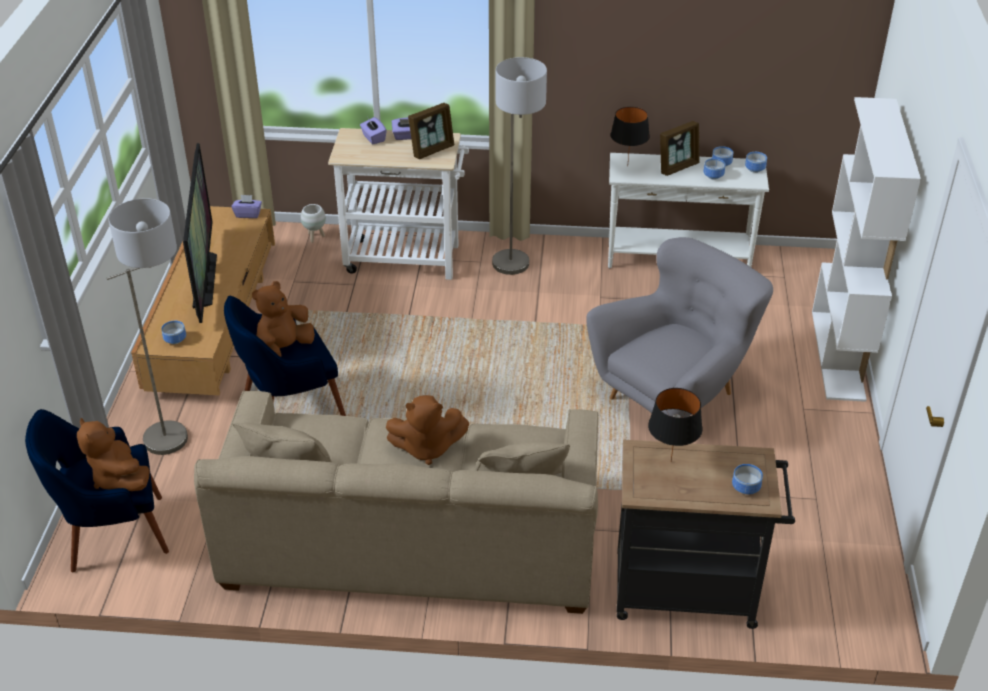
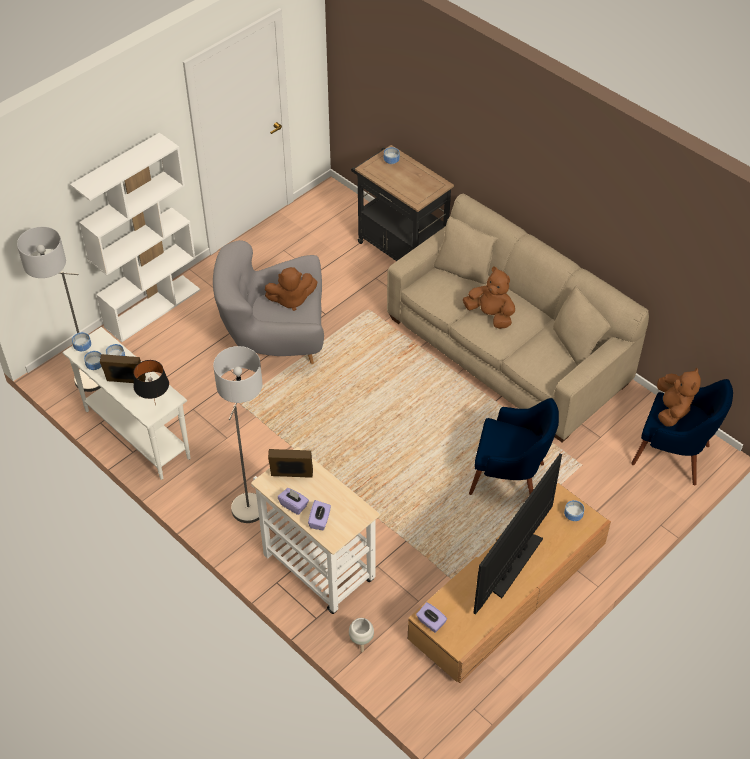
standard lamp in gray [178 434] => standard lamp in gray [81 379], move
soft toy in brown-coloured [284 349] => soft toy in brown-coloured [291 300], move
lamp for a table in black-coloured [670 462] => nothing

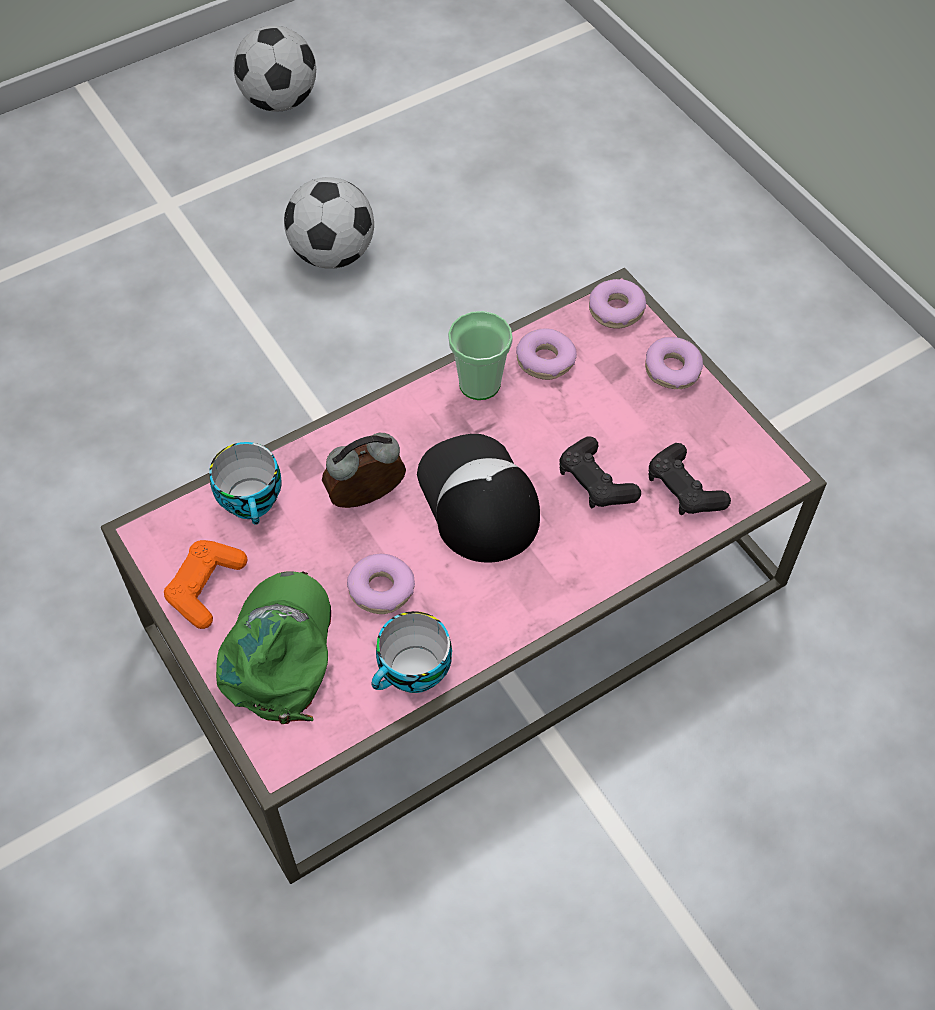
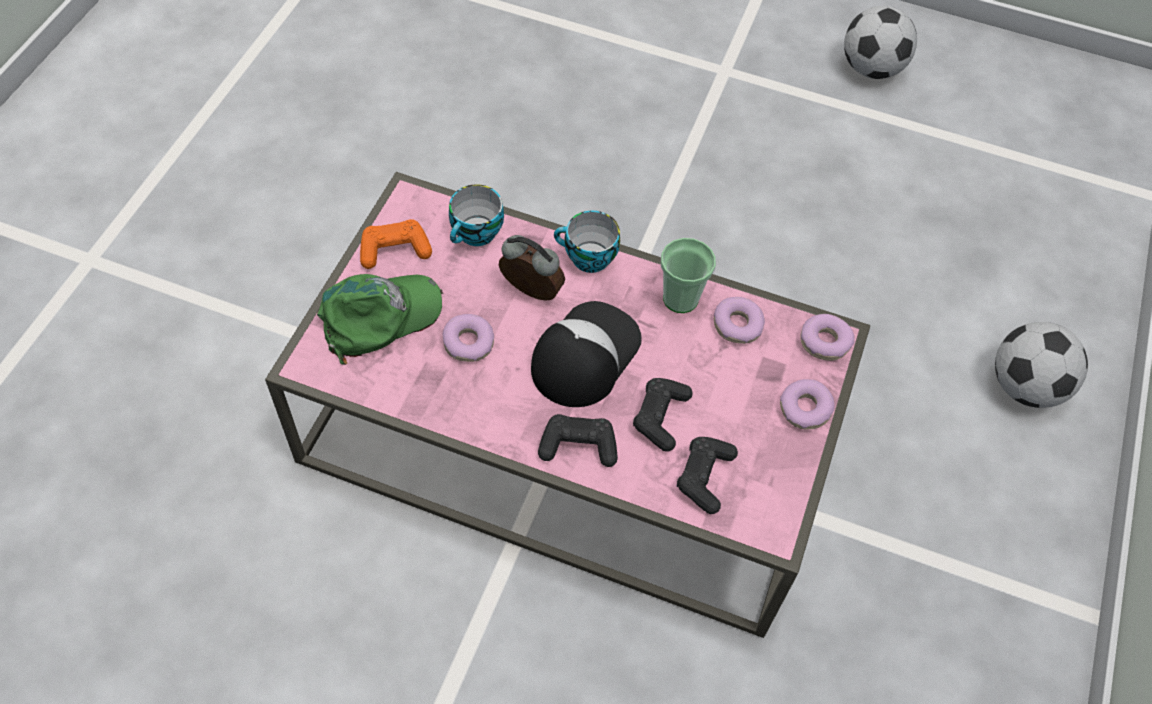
ball for football [333 254] => ball for football [1024 387], move
small cup [413 674] => small cup [587 258], move
nothing => joypad in black-coloured [578 446]

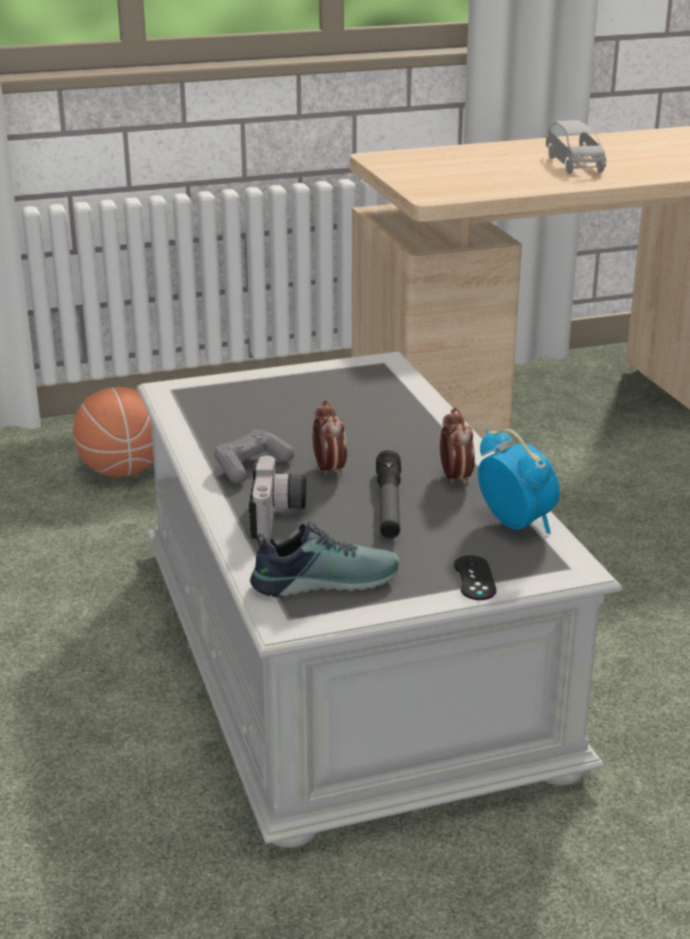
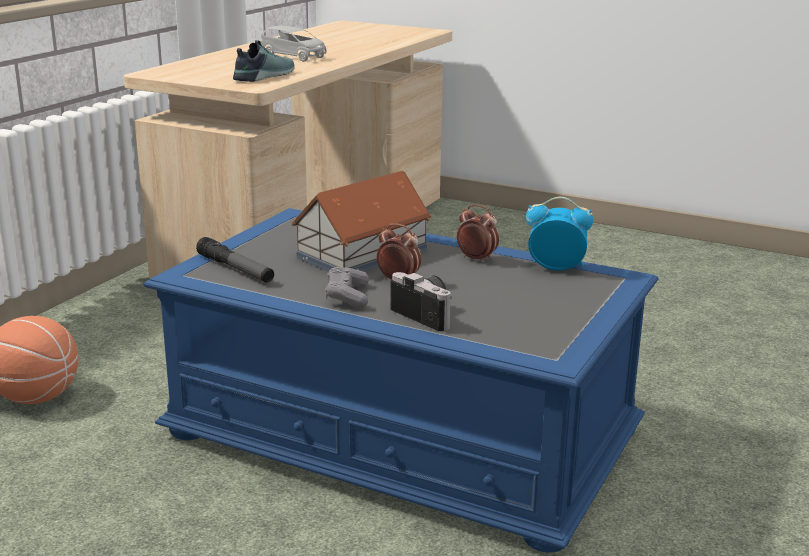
low table in white-coloured [343 649] => low table in bluish [400 431]
low shoe [324 579] => low shoe [262 76], move
torch [389 505] => torch [235 269], move
joypad in black-coloured [474 578] => nothing
nothing => toy house [364 253]

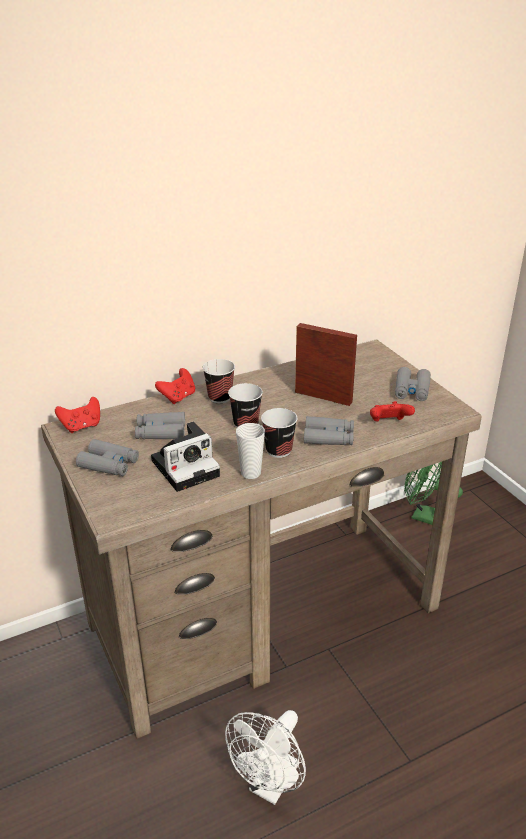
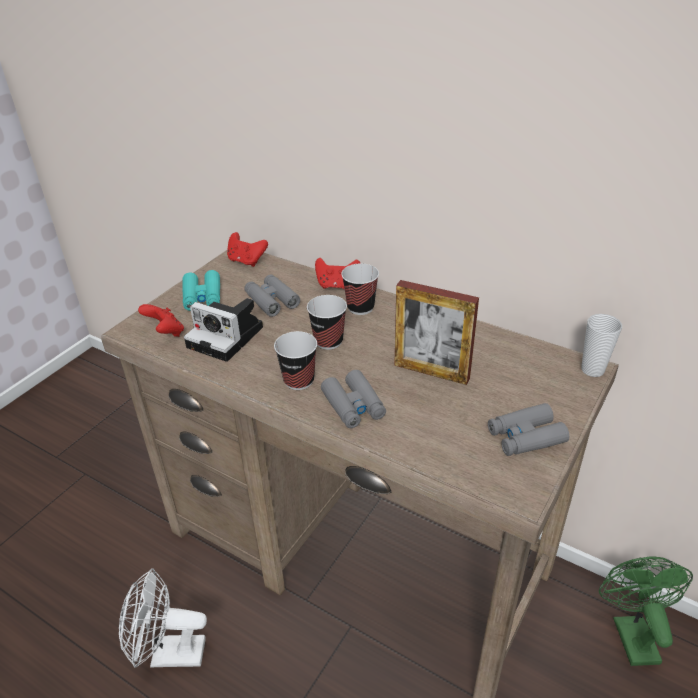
field glasses in gray [109 464] => field glasses in blue-green [202 297]
small cup [251 473] => small cup [592 370], move
picture frame [323 397] => picture frame [431 372], 120 degrees clockwise
joypad in red-coloured [389 423] => joypad in red-coloured [165 333], move

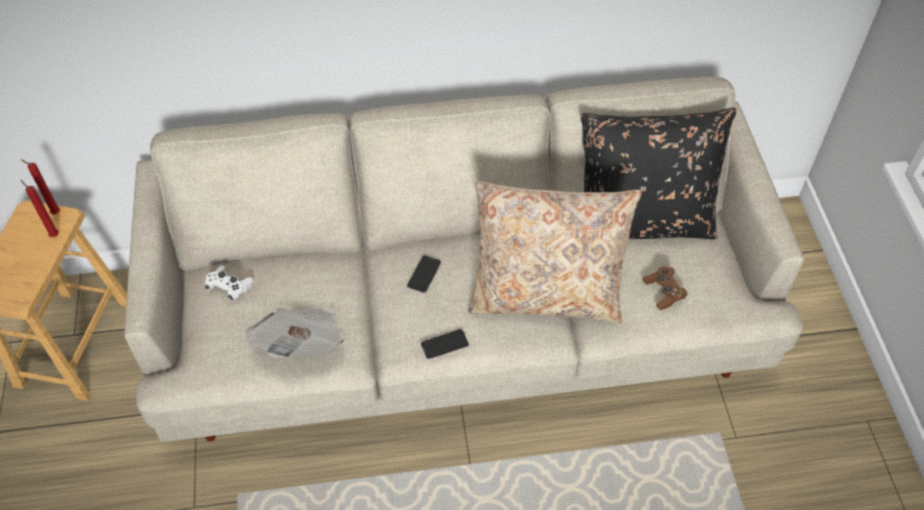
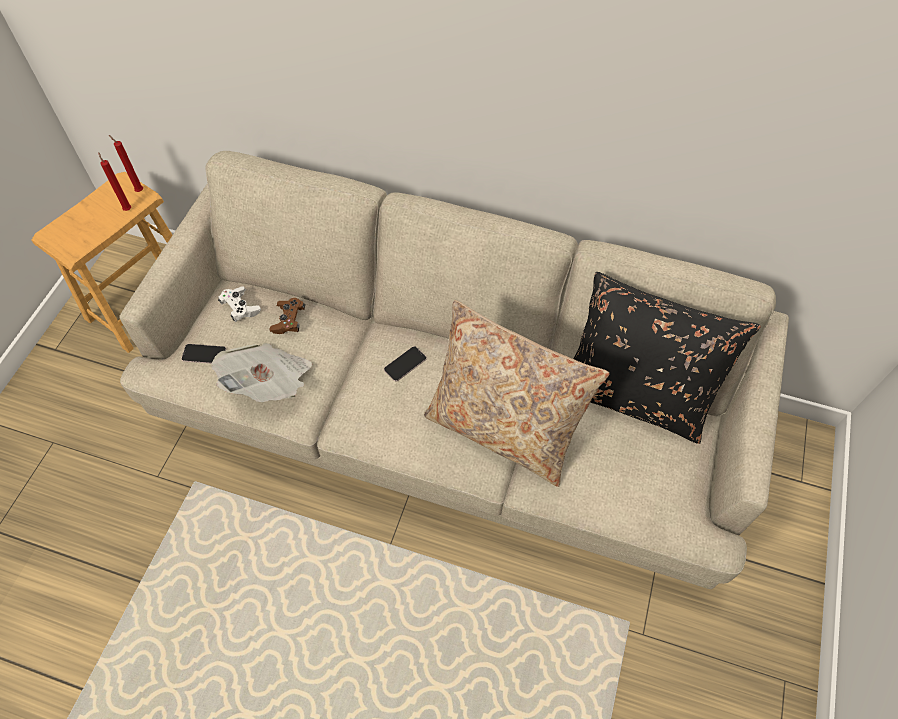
handset [444 345] => handset [204 354], move
joypad in brown-coloured [663 292] => joypad in brown-coloured [289 320], move

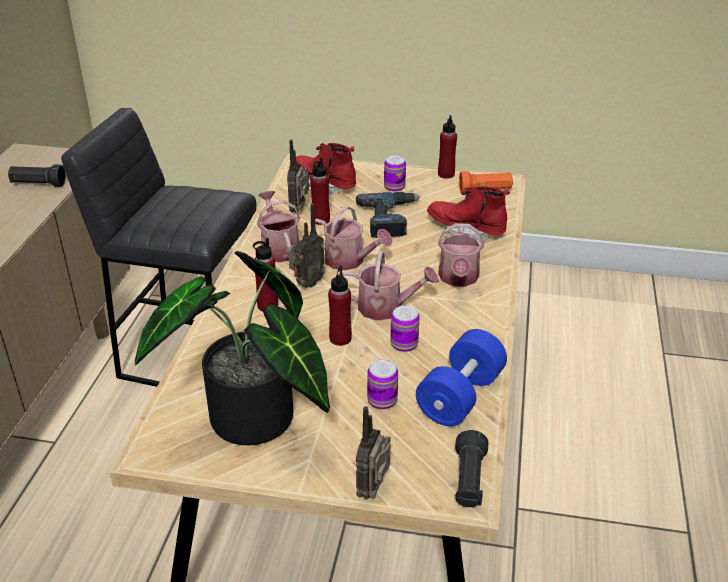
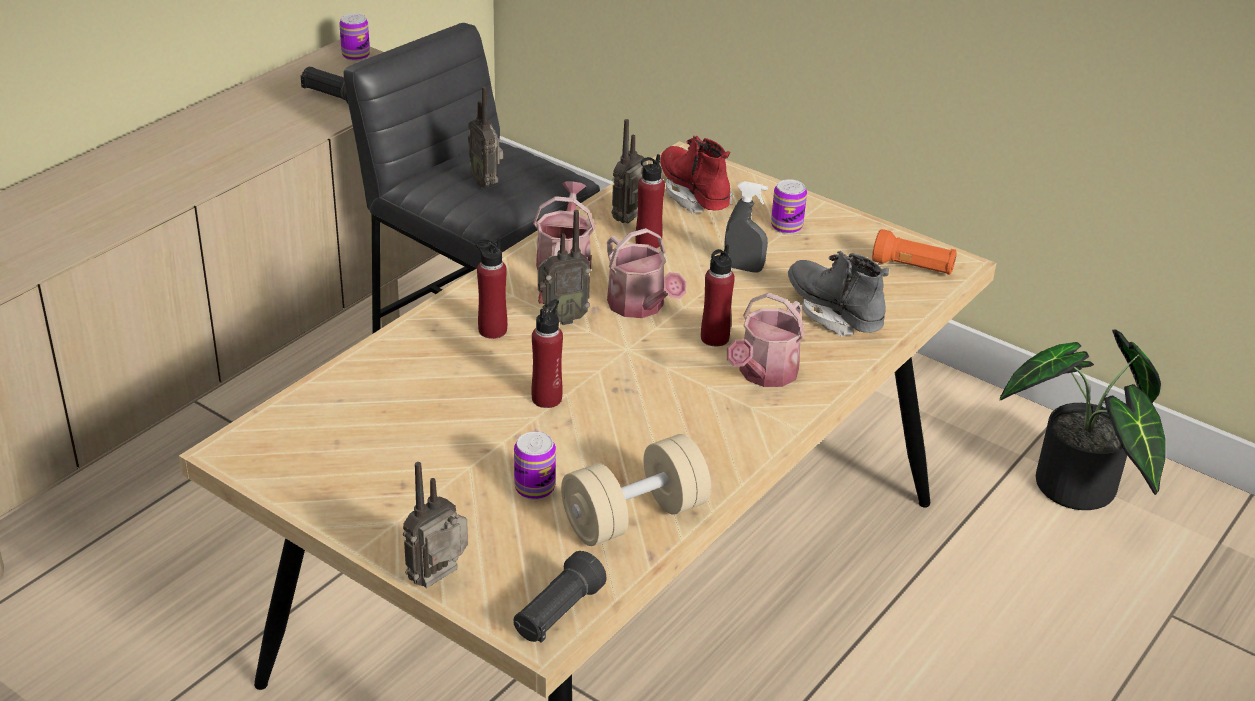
houseplant [253 425] => houseplant [1075 493], move
sprinkling can [386 308] => nothing
electric drill [391 219] => sprayer in gray [743 268]
can [404 344] => can [356 55], move
hand weight in bluish [460 396] => hand weight in beige [634 517]
high-top boot in red-coloured [466 230] => high-top boot in gray [834 314]
bottle in red-coloured [446 174] => bottle in red-coloured [714 338], move
nothing => radio receiver [486 183]

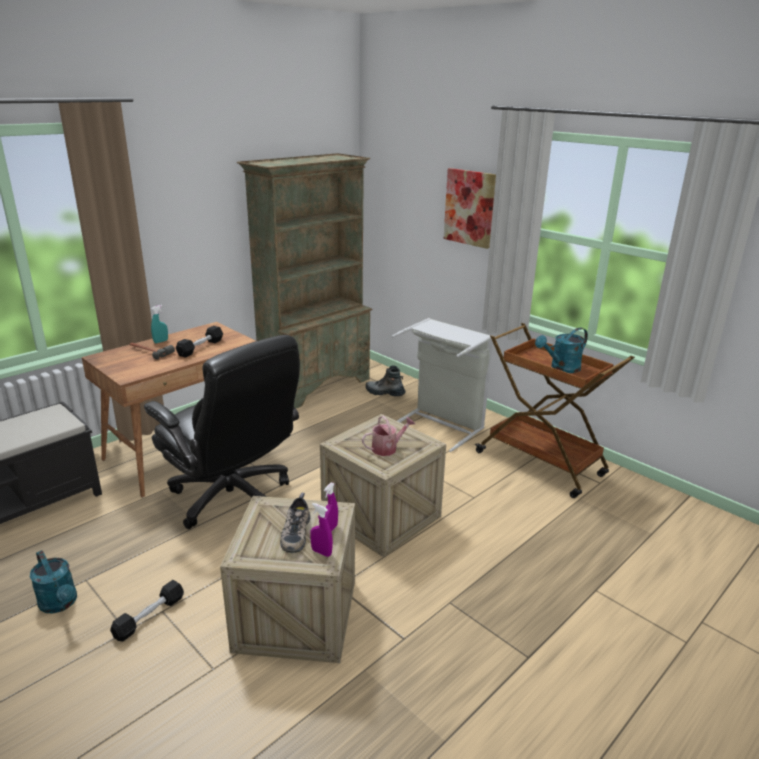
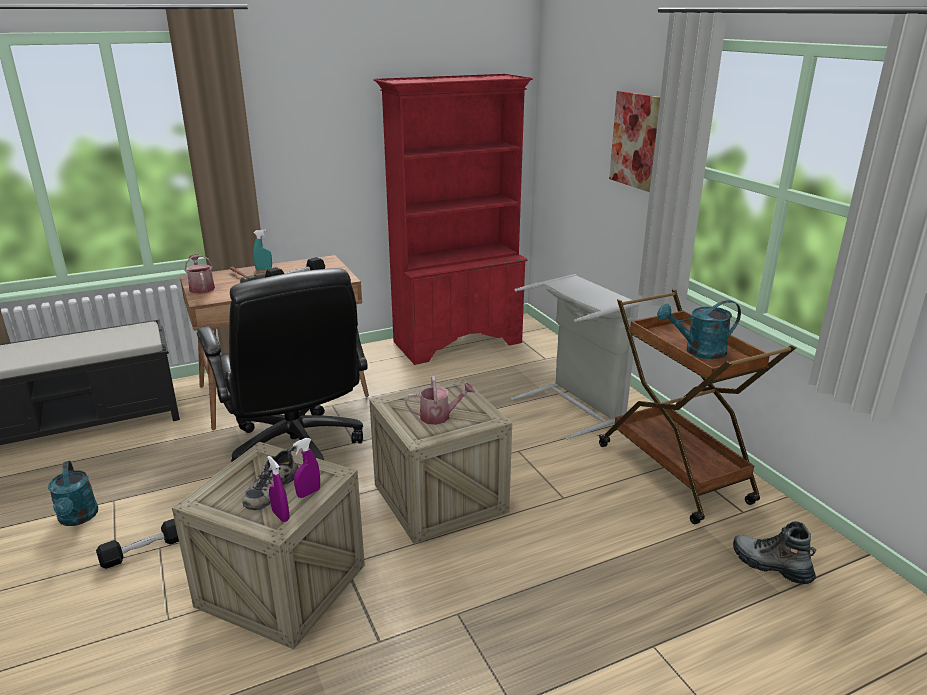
shelving unit in greenish [315 385] => shelving unit in red-coloured [457 341]
high-top boot [384 393] => high-top boot [770 566], move
nothing => sprinkling can [201 288]

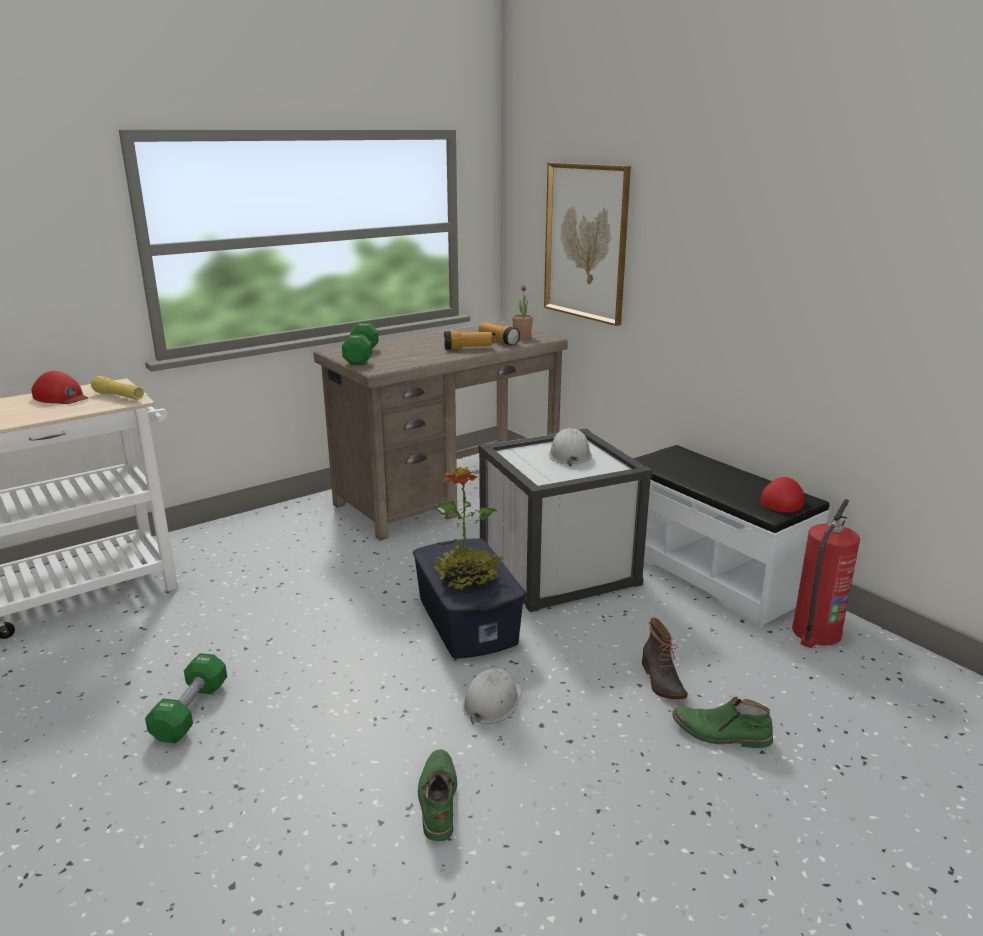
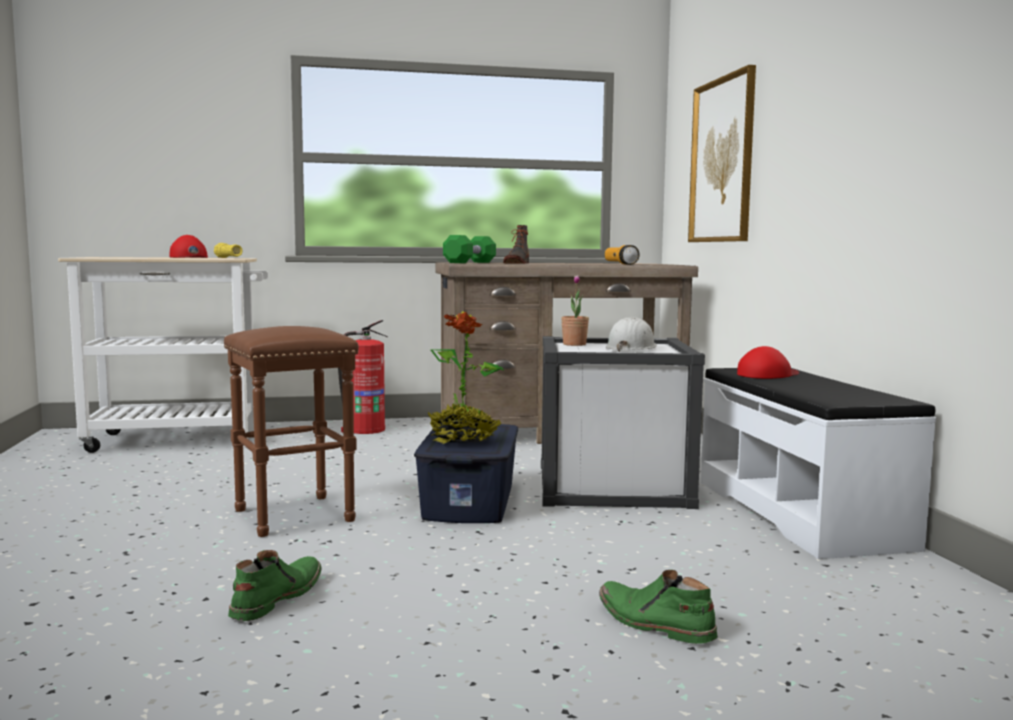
hand weight in greenish [190 711] => nothing
torch [467 348] => nothing
work helmet in white-coloured [492 702] => nothing
houseplant [522 337] => houseplant [574 344], move
high-top boot [661 681] => high-top boot [516 263], move
baseball cap in red-coloured [783 500] => baseball cap in red-coloured [768 374], move
extinguisher [815 632] => extinguisher [365 430], move
nothing => sitting stool in brown-coloured [295 514]

